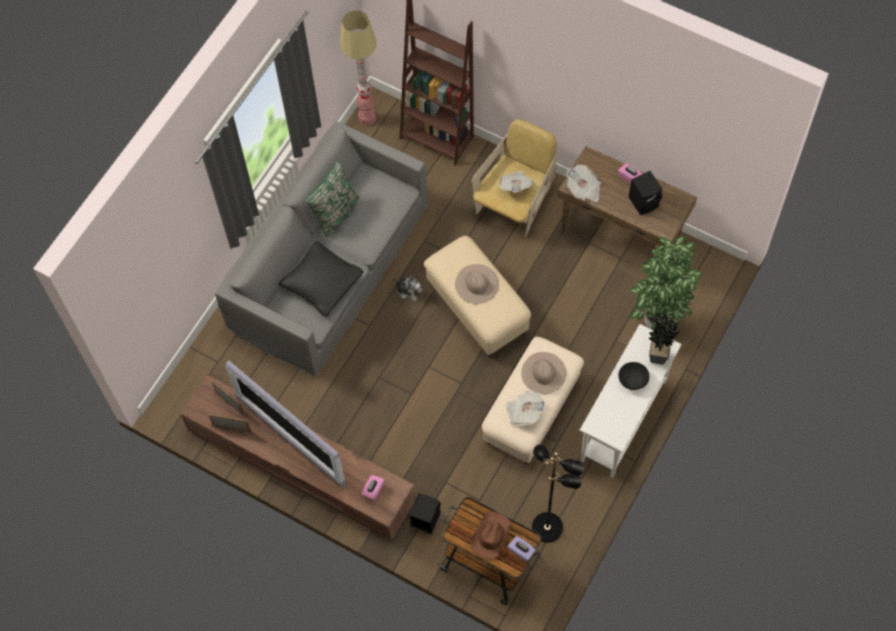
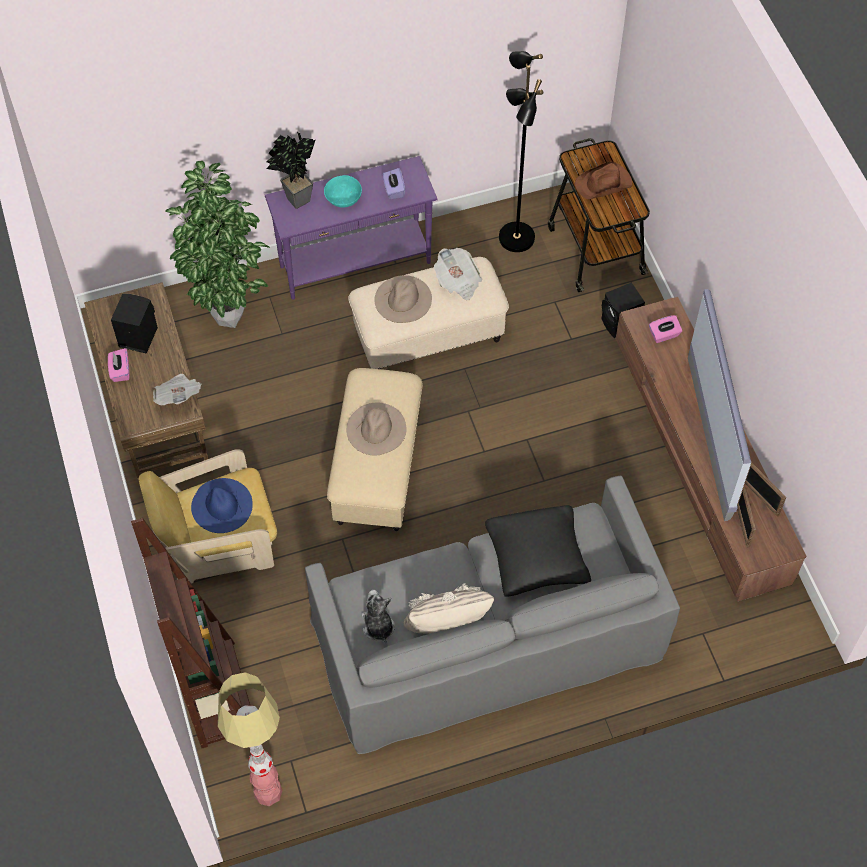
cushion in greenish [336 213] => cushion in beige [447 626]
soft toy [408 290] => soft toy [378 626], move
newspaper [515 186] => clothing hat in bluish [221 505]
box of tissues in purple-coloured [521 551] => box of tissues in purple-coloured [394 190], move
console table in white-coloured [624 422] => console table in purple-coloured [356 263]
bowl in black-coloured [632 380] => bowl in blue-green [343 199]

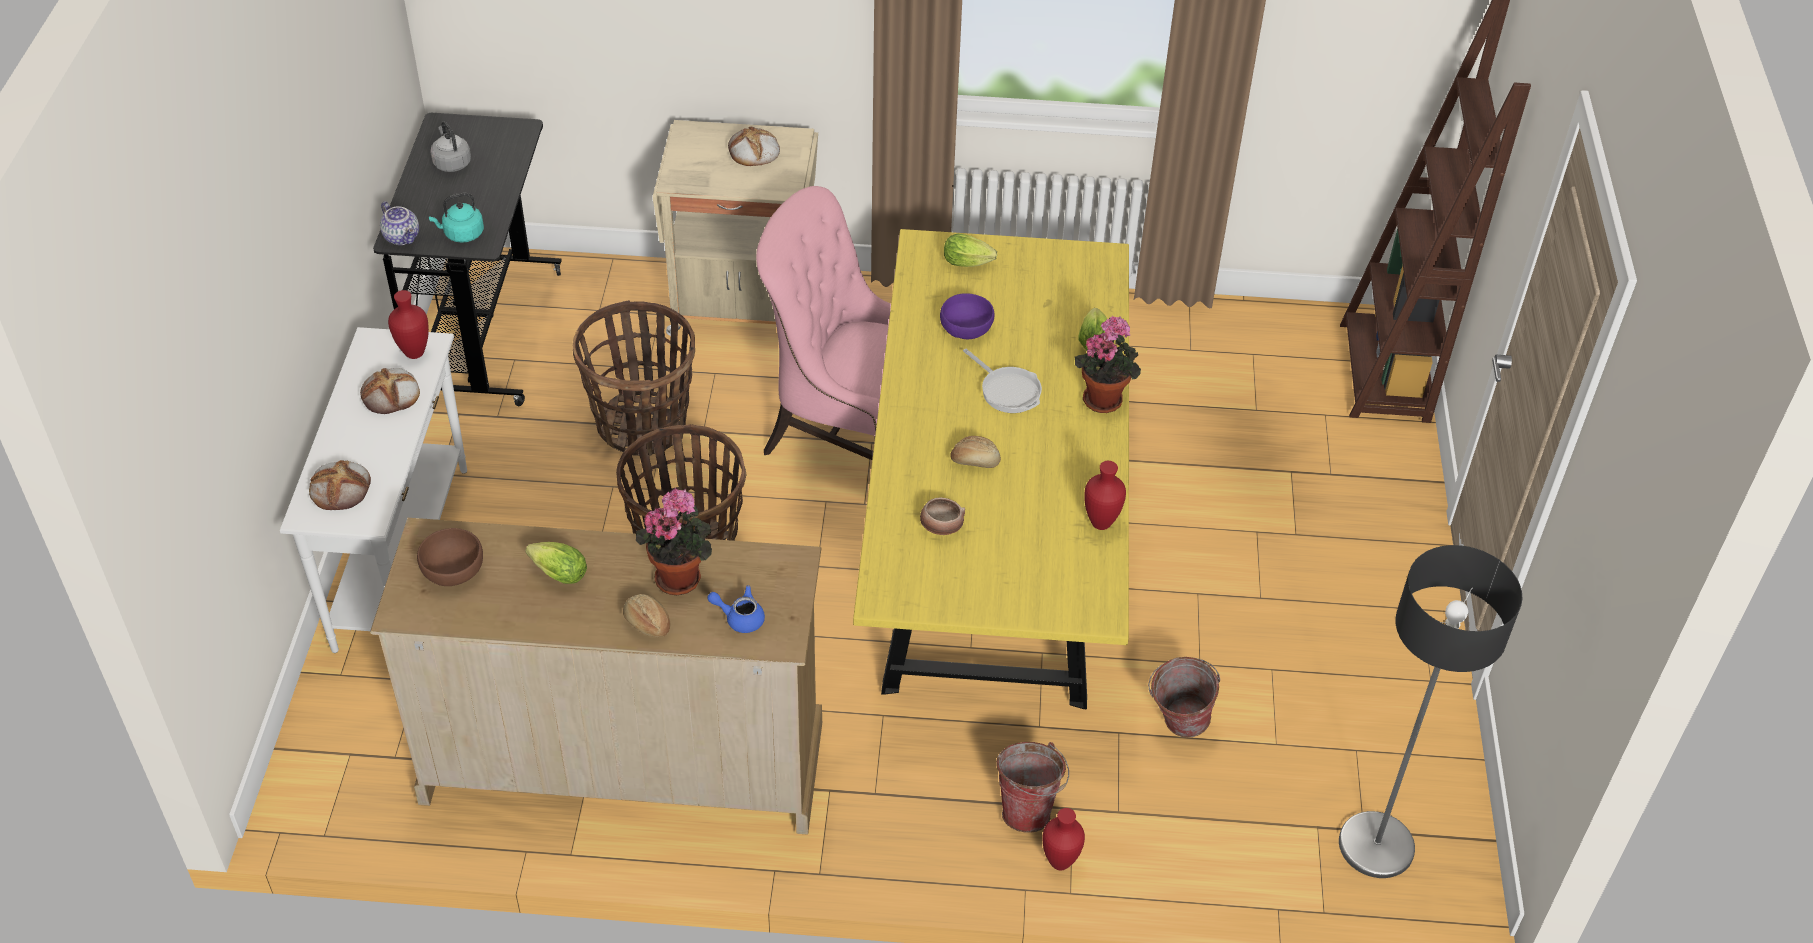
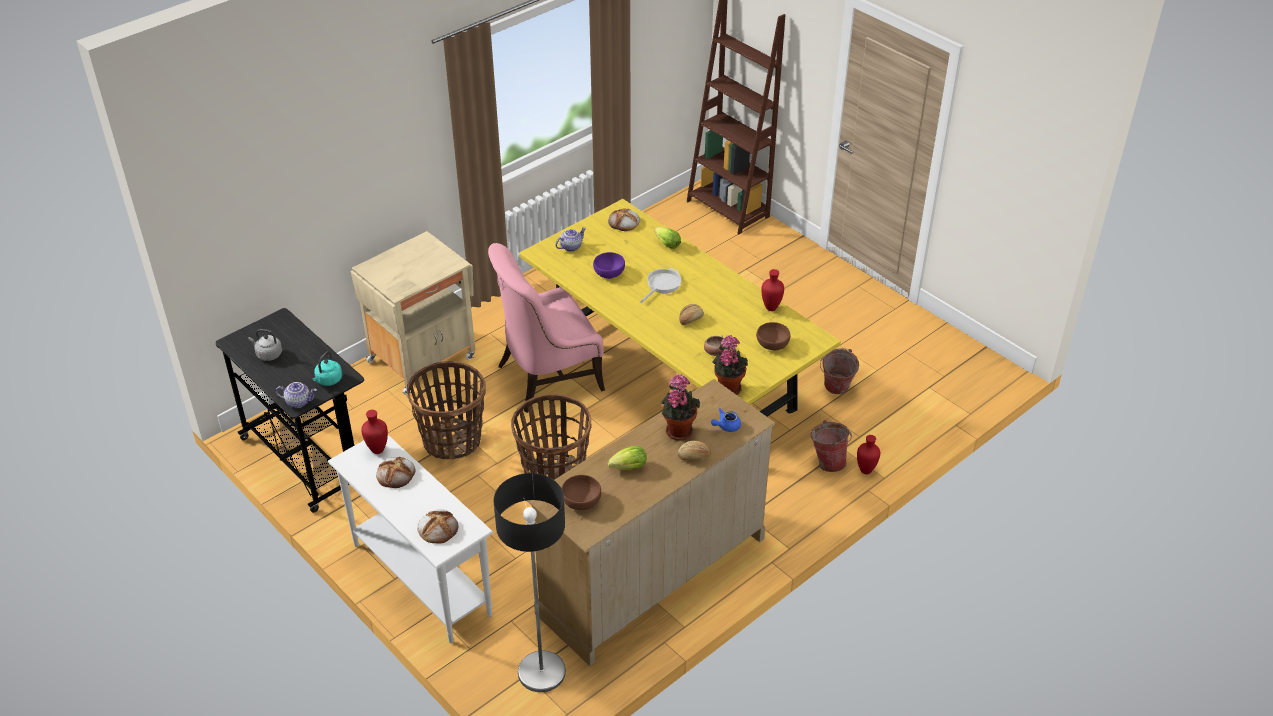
bread [753 151] => bread [624 222], move
lettuce [970 263] => pot for tea [571 246]
skillet [1008 390] => skillet [662 284], 60 degrees counterclockwise
houseplant [1104 397] => houseplant [728 387], move
standard lamp [1377 845] => standard lamp [542 671], move
nothing => bowl in brown-coloured [772 344]

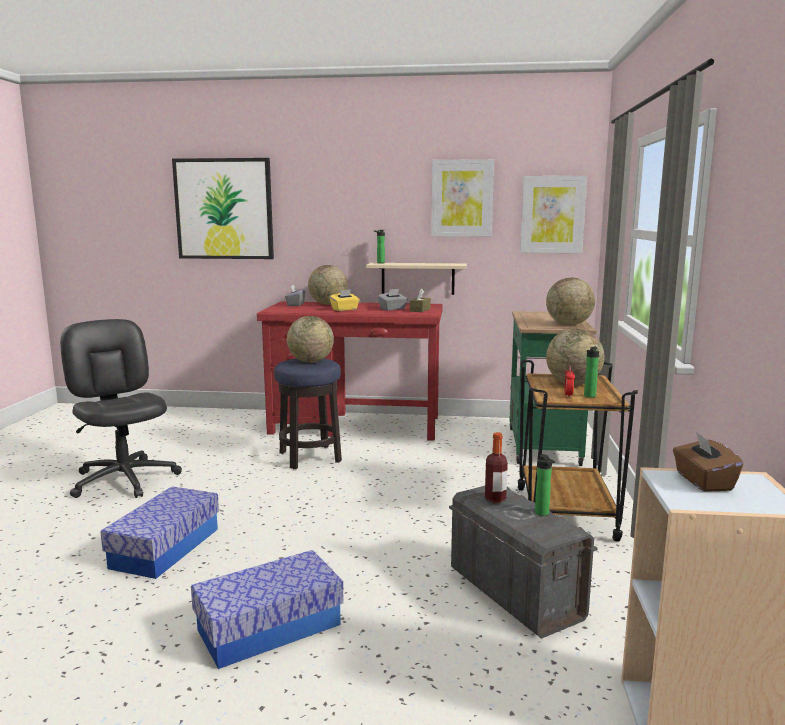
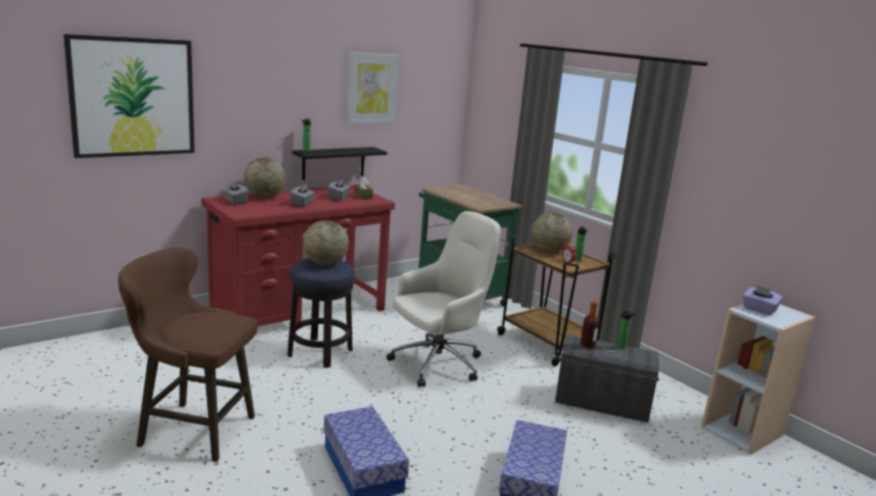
computer chair in black-coloured [125 479] => sitting stool in brown-coloured [192 429]
box of tissues in yellowish [344 309] => box of tissues in gray [302 203]
wall shelf in beige [417 278] => wall shelf in black-coloured [333 163]
wall picture [552 214] => nothing
desk globe [569 324] => nothing
box of tissues in brown-coloured [703 481] => box of tissues in purple-coloured [759 310]
nothing => computer chair in beige [438 365]

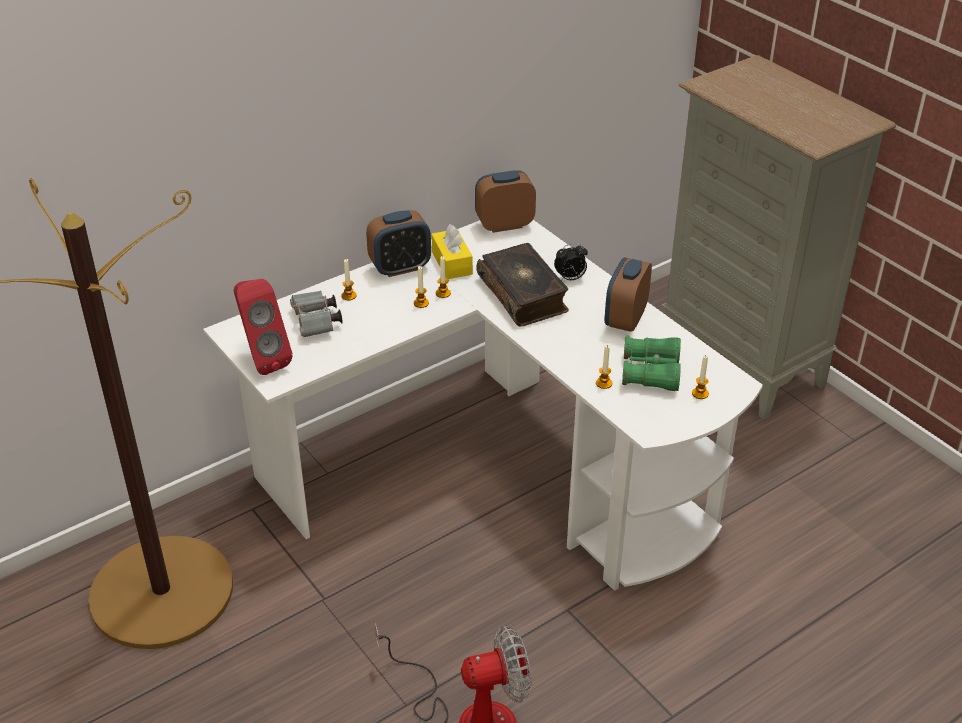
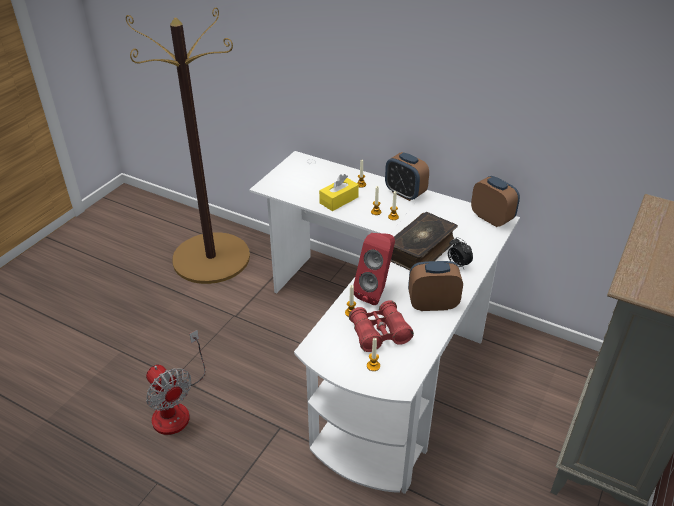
audio speaker in red-coloured [263 360] => audio speaker in red-coloured [376 292], move
field glasses in gray [316 323] => nothing
box of tissues in yellowish [452 263] => box of tissues in yellowish [339 200], move
field glasses in greenish [651 373] => field glasses in red-coloured [379 333]

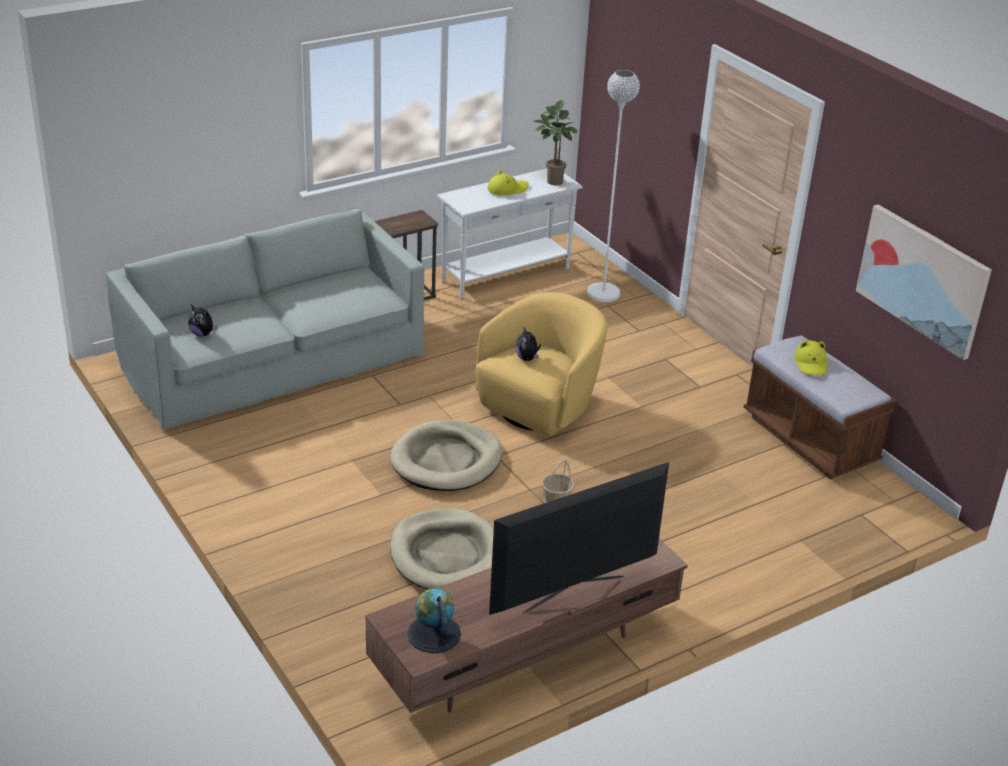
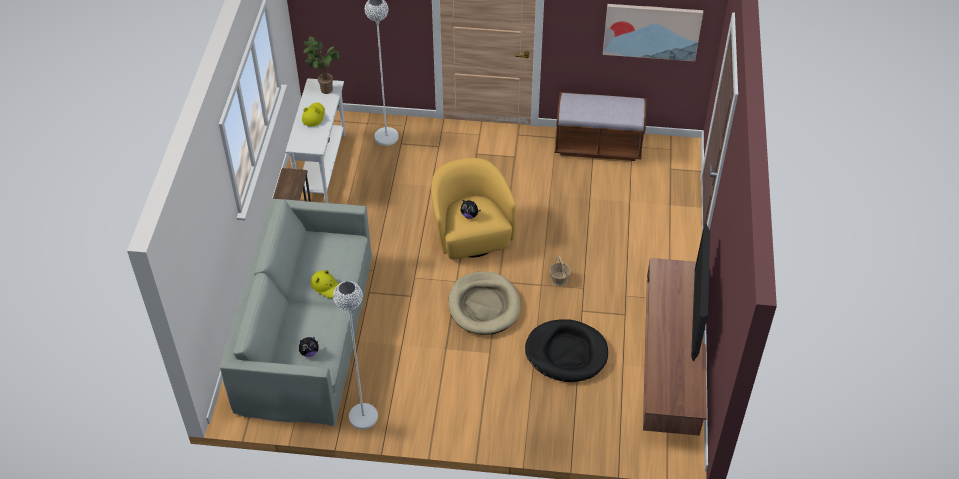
pet bed in beige [447 555] => pet bed in black-coloured [566 353]
desk globe [433 634] => nothing
clothing hat in yellowish [811 363] => clothing hat in yellowish [326 286], move
nothing => standard lamp in white-coloured [363 417]

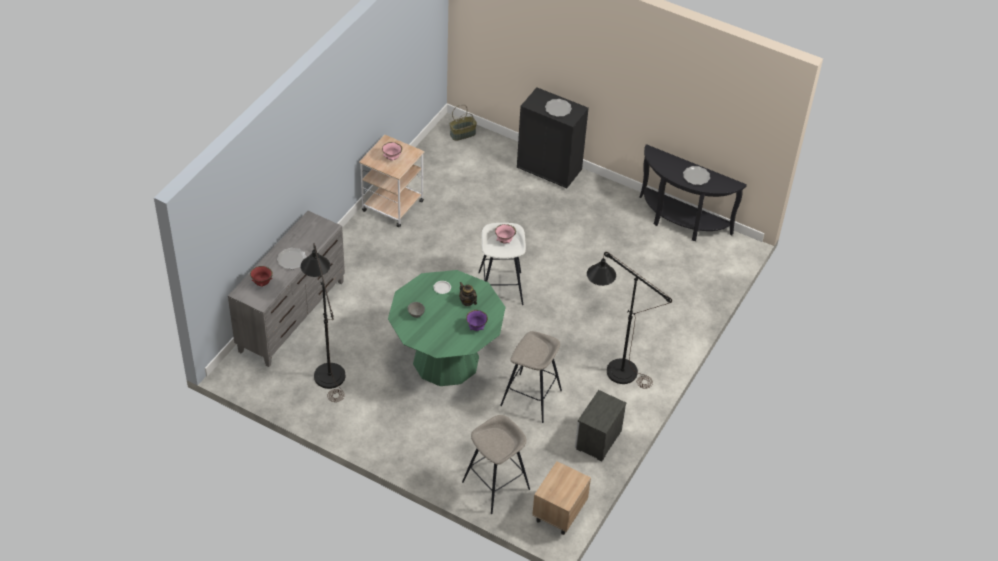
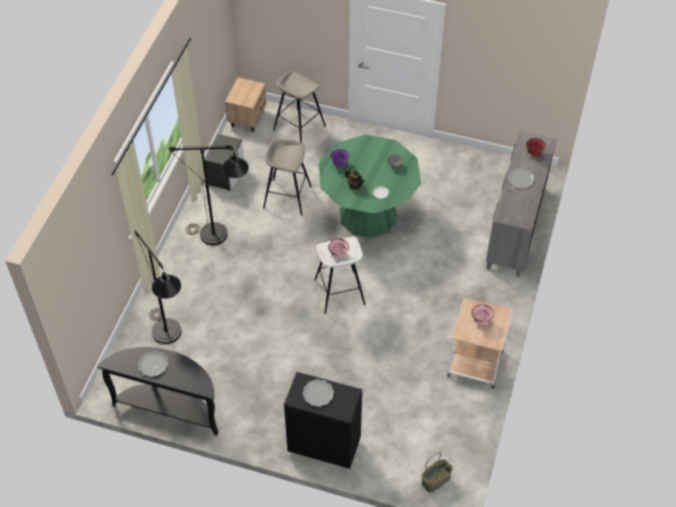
standard lamp in black-coloured [327 369] => standard lamp in black-coloured [170 338], move

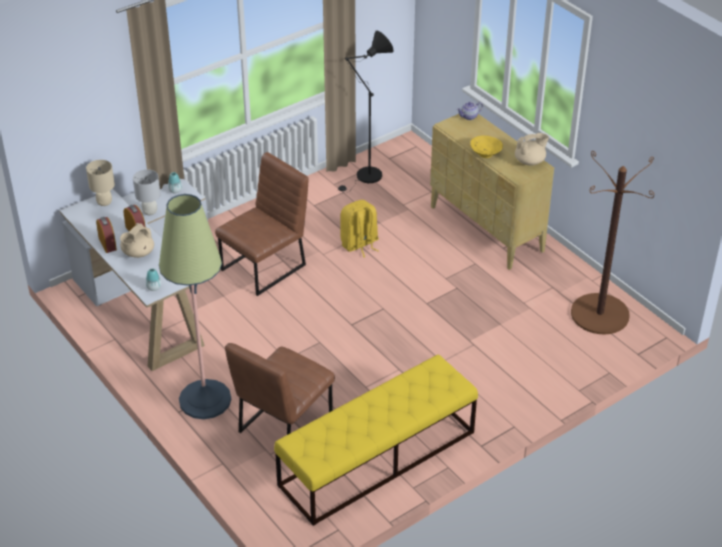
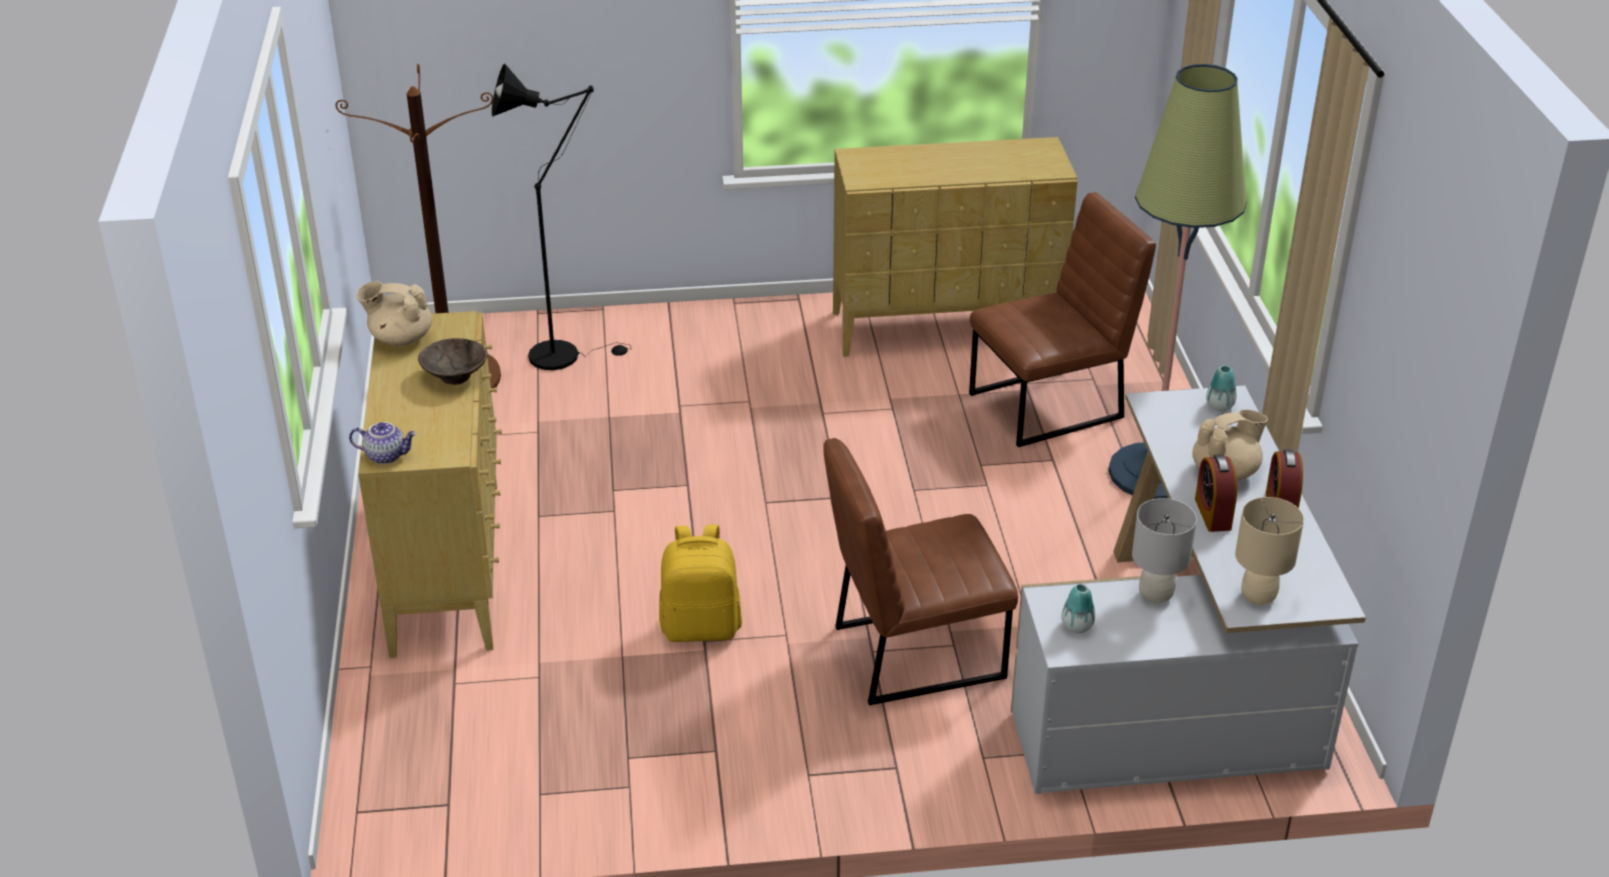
long seat in yellowish [377 459] => chest of drawers in beige [948 329]
standard lamp in black-coloured [365 178] => standard lamp in black-coloured [563 354], move
bowl in yellowish [485 154] => bowl in brown-coloured [456 376]

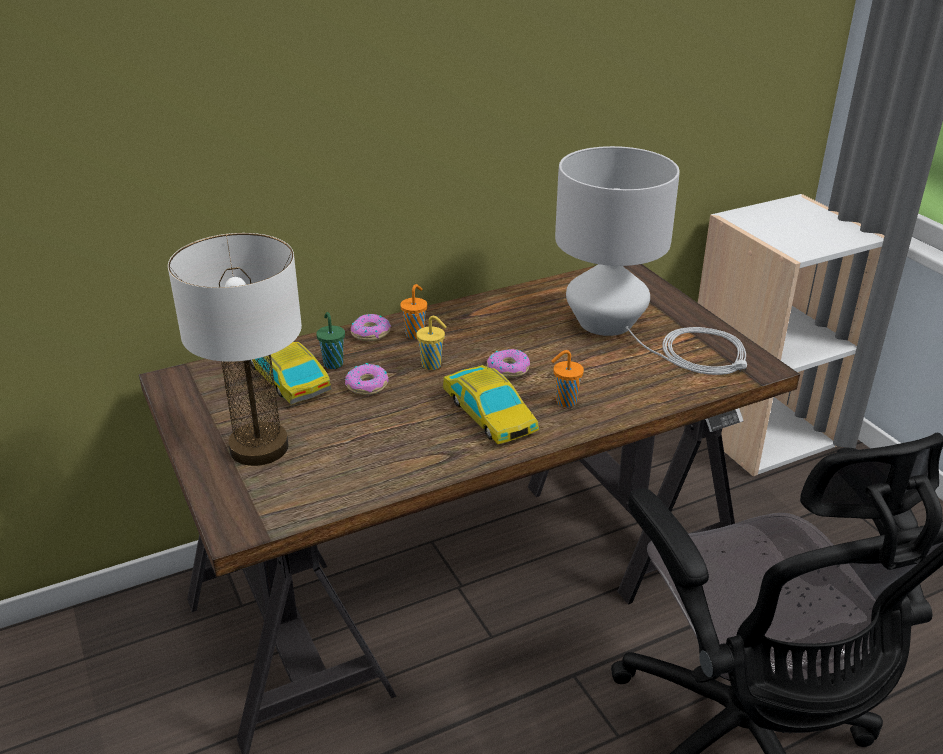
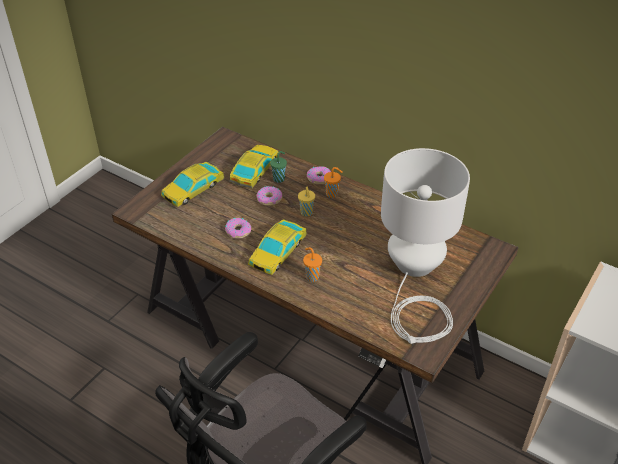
lamp for a table [259 447] => toy car [193 189]
doughnut [508 369] => doughnut [238 231], move

